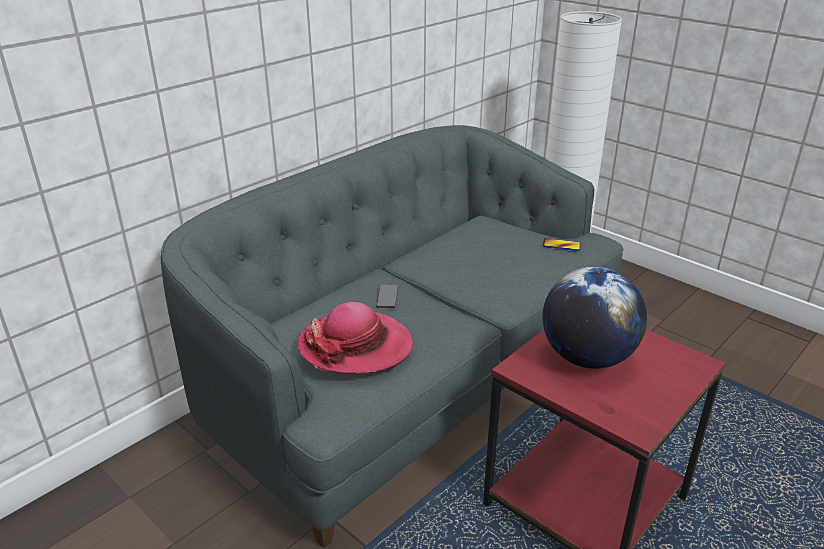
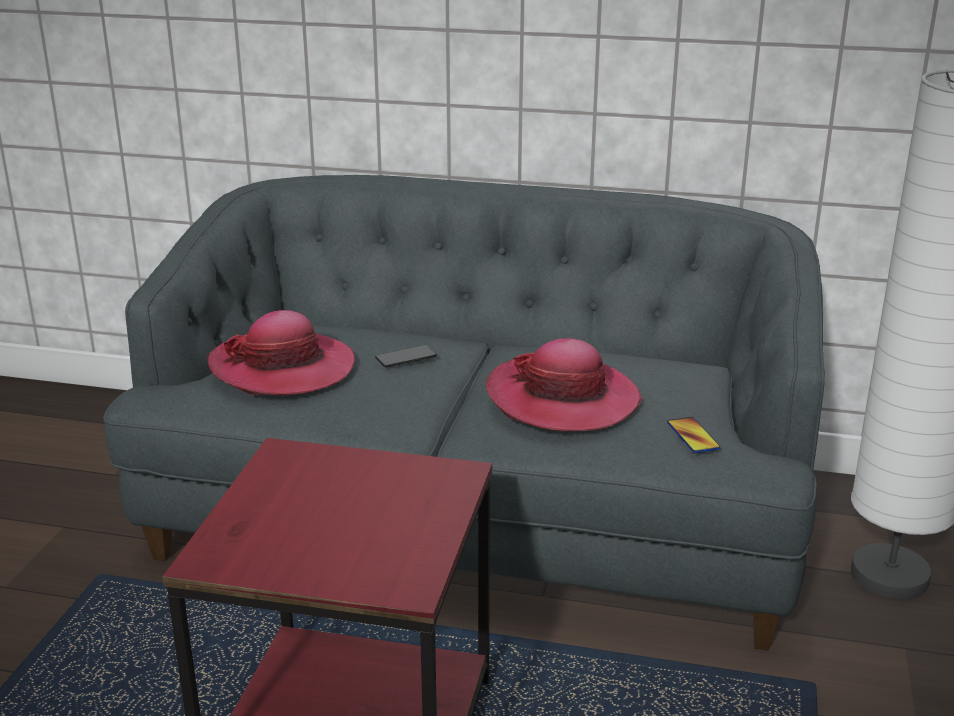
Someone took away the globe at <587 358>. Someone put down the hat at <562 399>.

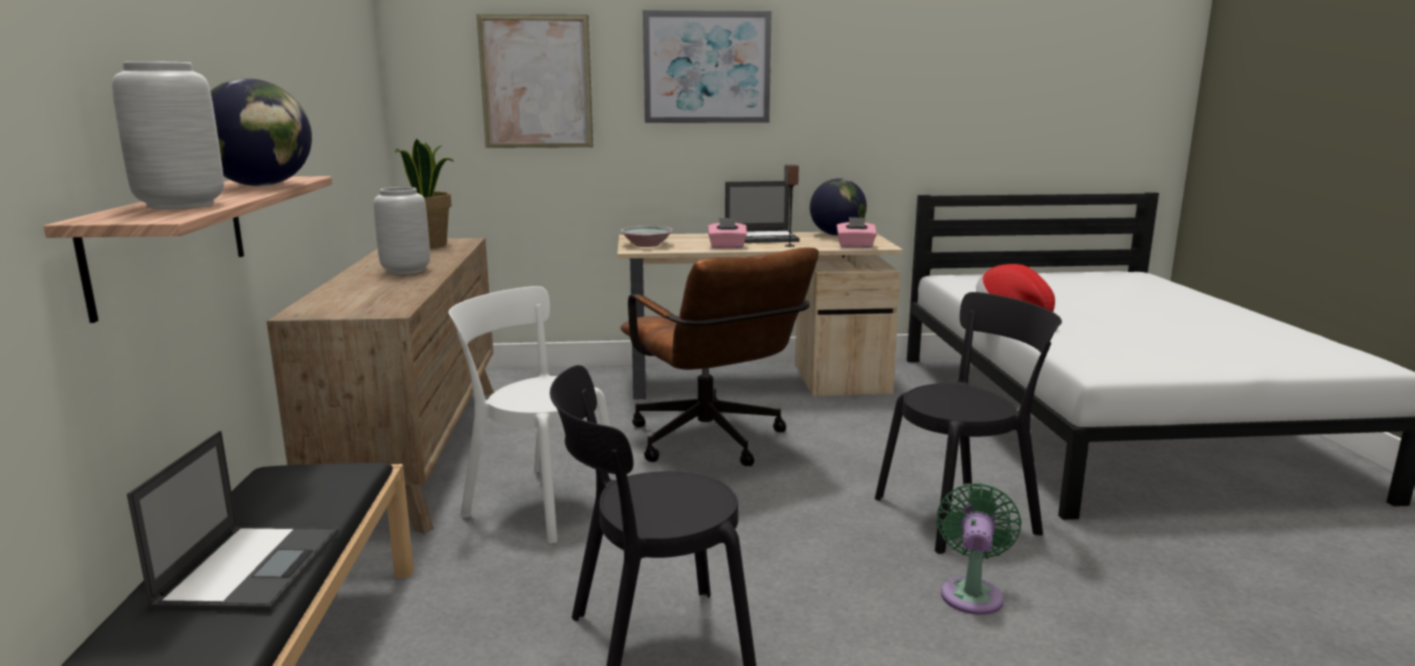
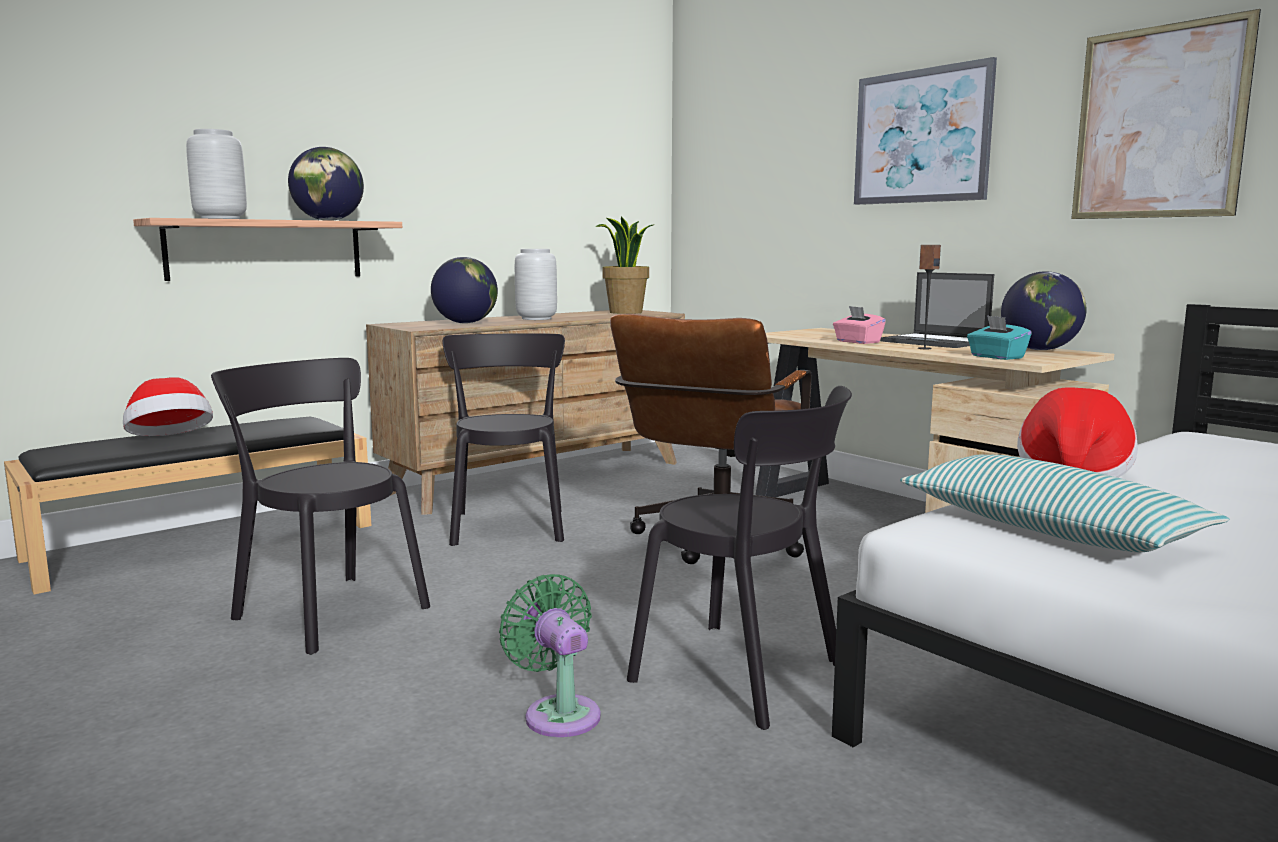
Someone swapped the laptop at <251 567> for the hat at <170 441>. Someone repainted the white chair at <538 502>, which became the black chair at <508 525>. Someone carried the picture from <536 82> to <1158 122>. Someone took away the bowl at <646 245>. Someone repainted the pink tissue box at <855 246>, which became the turquoise tissue box at <996 357>. Someone rotated the green fan at <972 593> by 105 degrees counterclockwise. Someone put down the globe at <465 323>. Someone put down the pillow at <1048 529>.

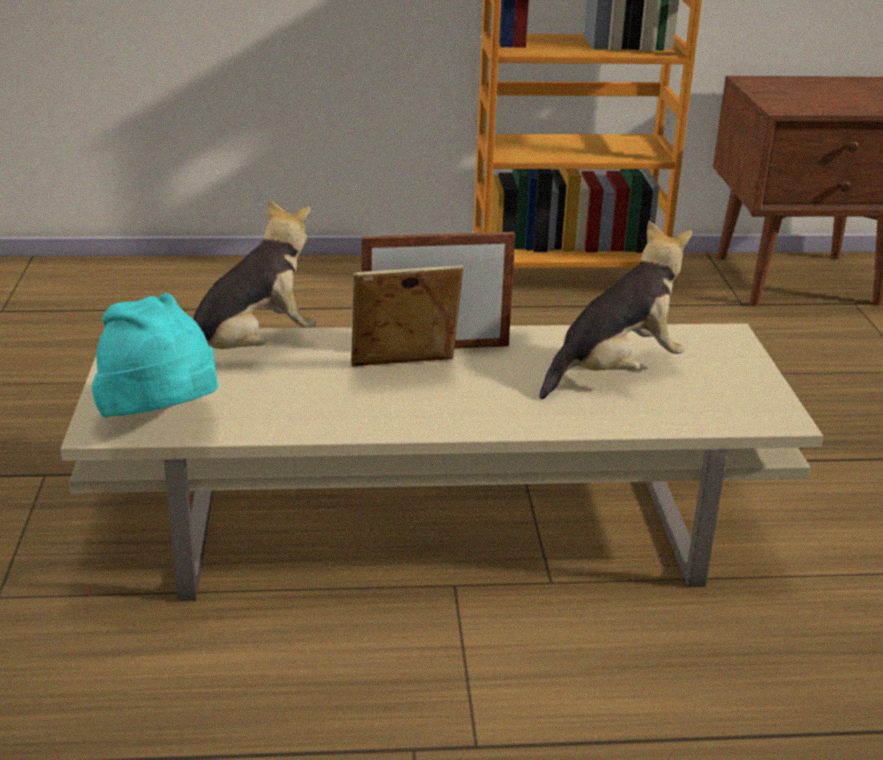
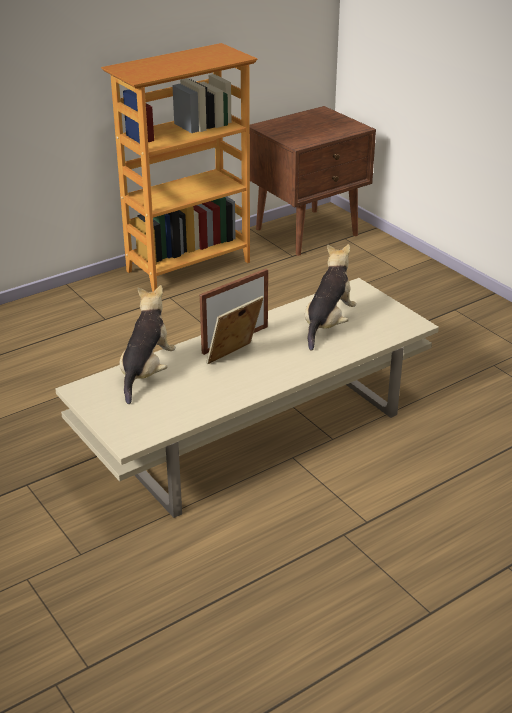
Someone took away the turquoise hat at <163 420>.

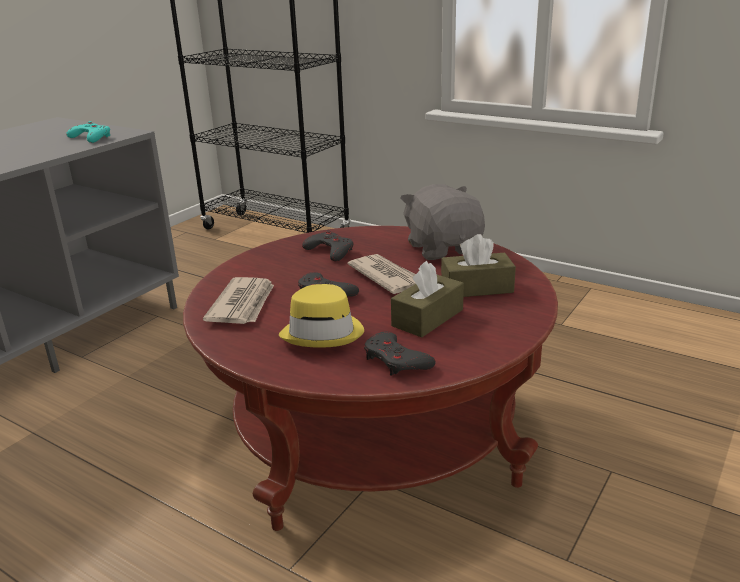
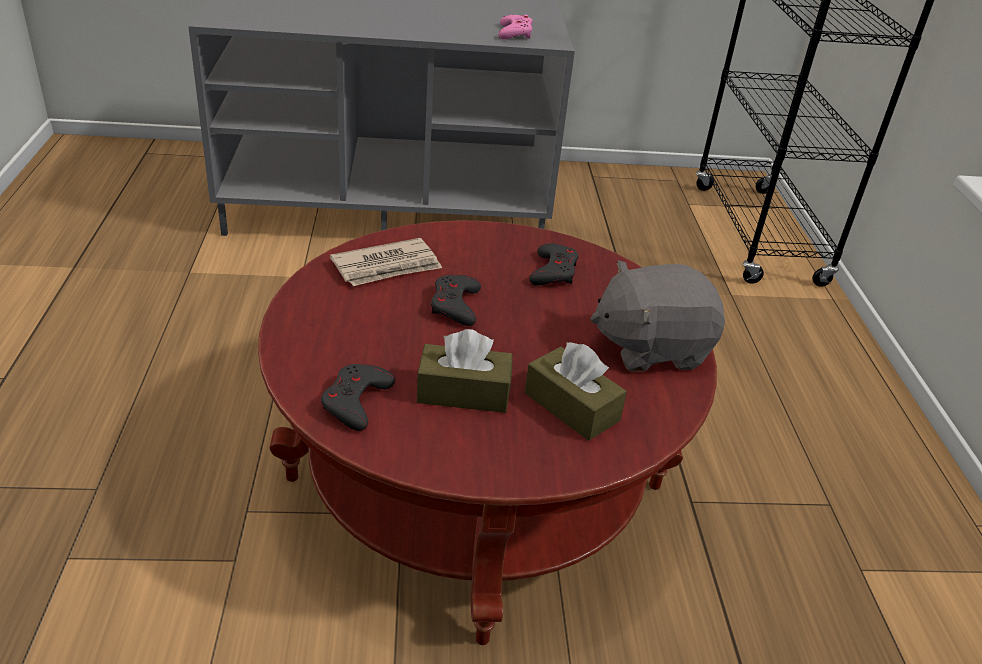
Someone repainted the turquoise game controller at <91 137>, which became the pink game controller at <515 33>. Someone took away the yellow hat at <323 332>. Someone took away the newspaper at <387 277>. Someone rotated the grey plush toy at <443 248> by 135 degrees counterclockwise.

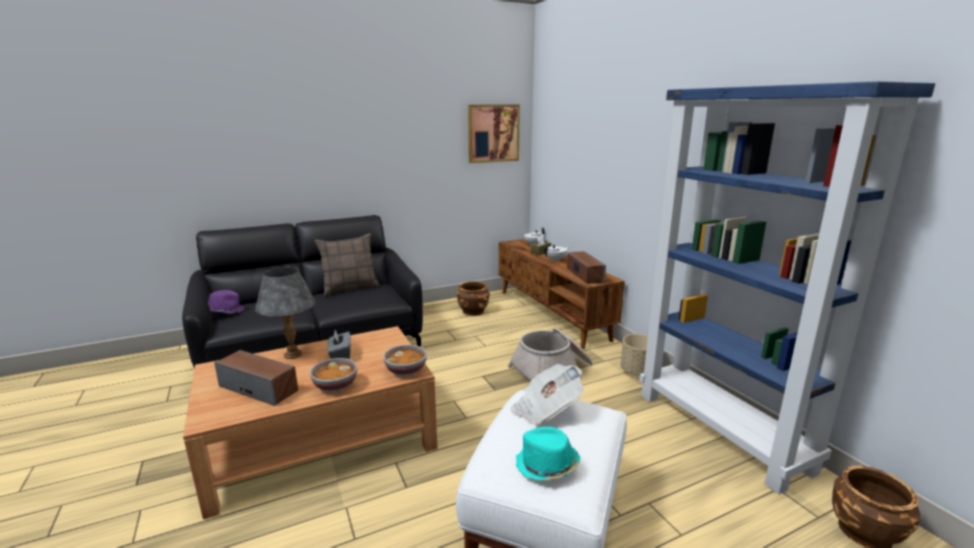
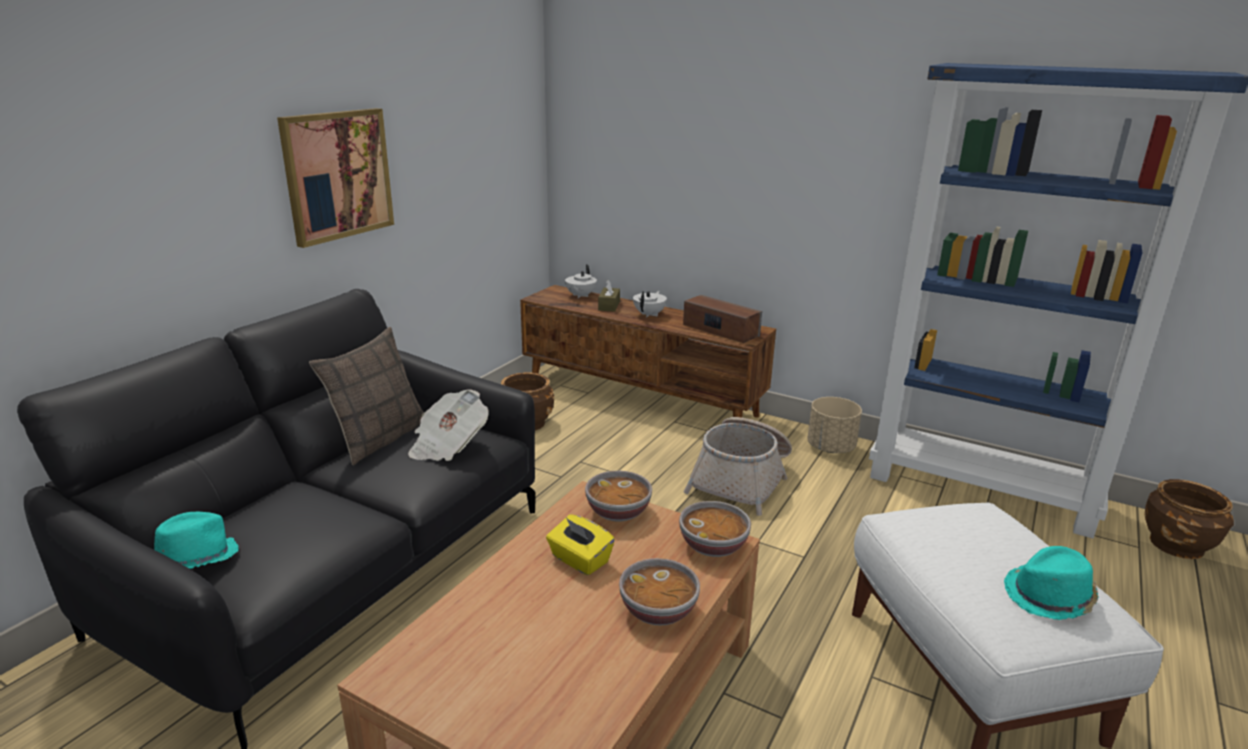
Someone repainted the purple hat at <225 311>, which became the turquoise hat at <194 559>. Someone took away the speaker at <259 388>. Someone took away the grey table lamp at <292 355>. Someone repainted the grey tissue box at <340 355>, which became the yellow tissue box at <579 560>. Someone carried the picture from <493 133> to <337 175>. Someone carried the newspaper from <546 409> to <448 445>. Someone put down the bowl at <618 512>.

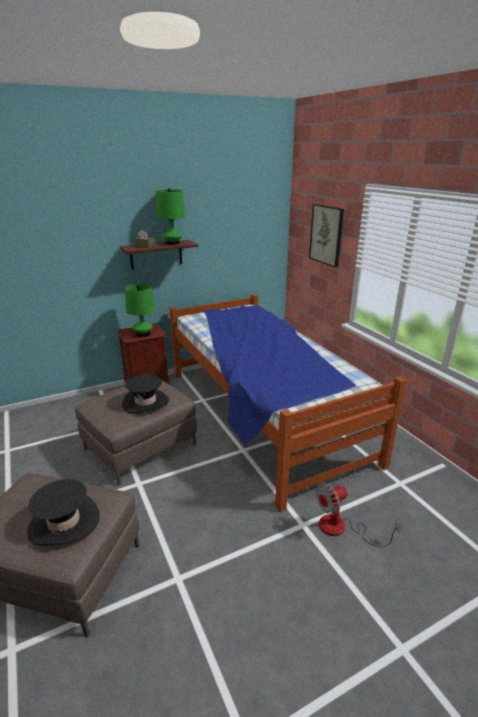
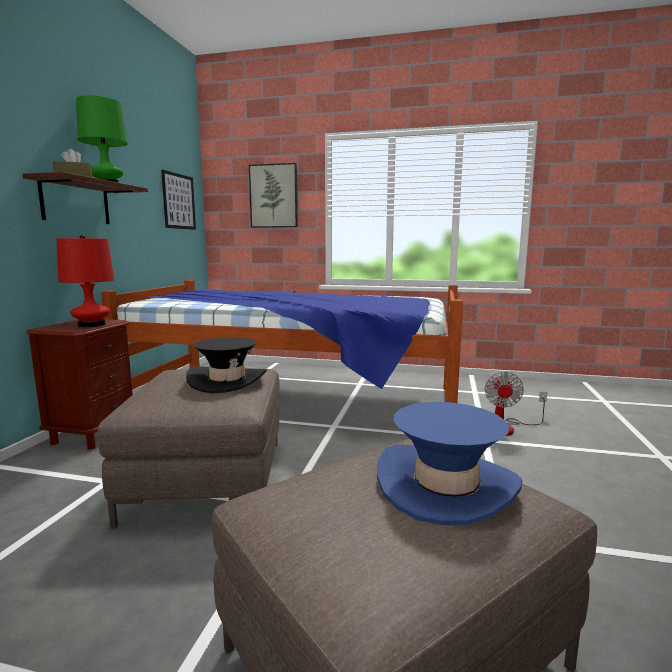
Someone repainted the black hat at <64 523>, which became the blue hat at <446 485>. Someone repainted the green table lamp at <143 334>, which became the red table lamp at <91 325>. Someone put up the picture at <179 201>.

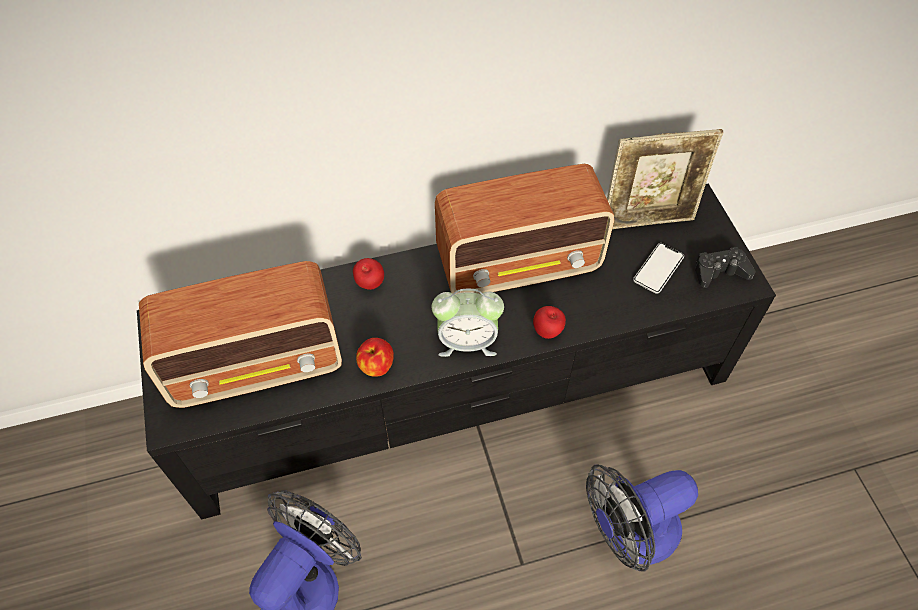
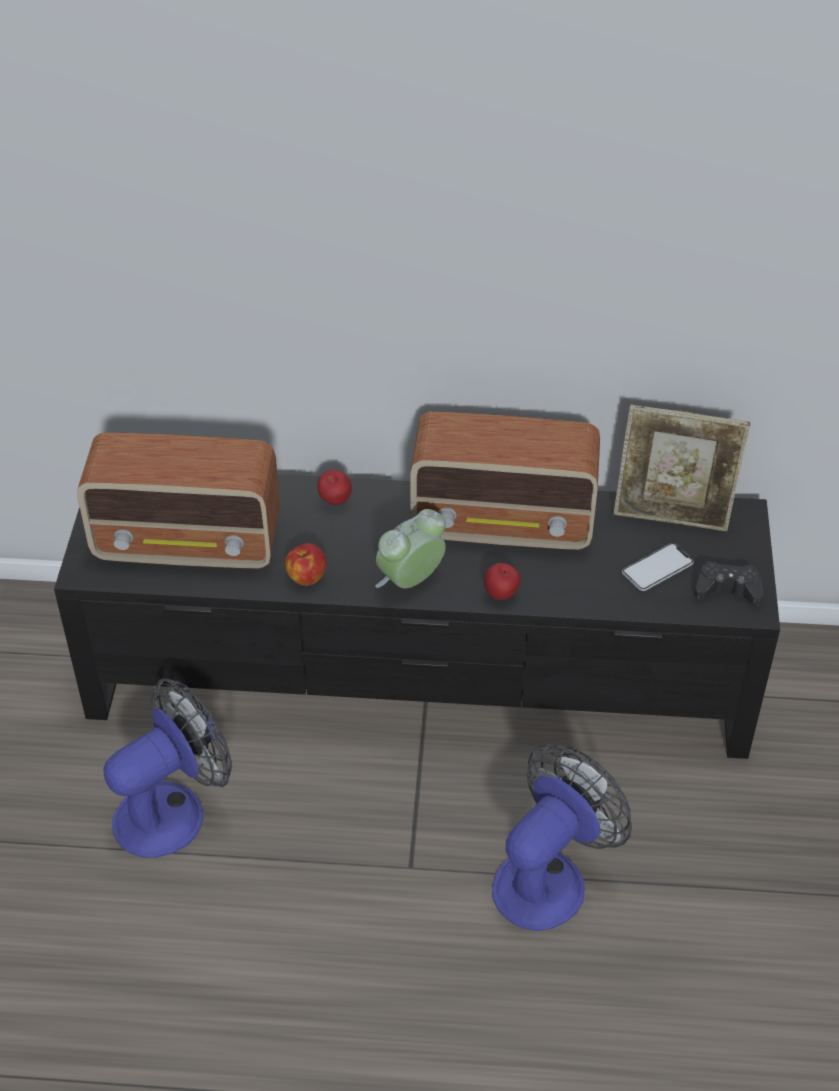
Someone rotated the alarm clock at <467 341> by 120 degrees clockwise. Someone rotated the fan at <630 533> by 135 degrees clockwise.

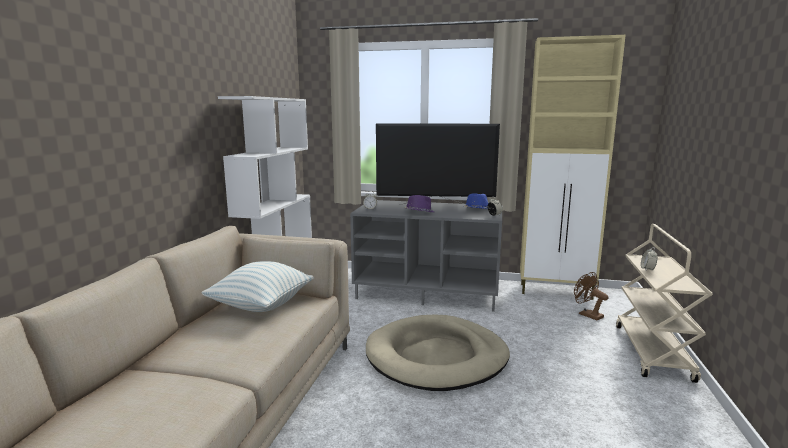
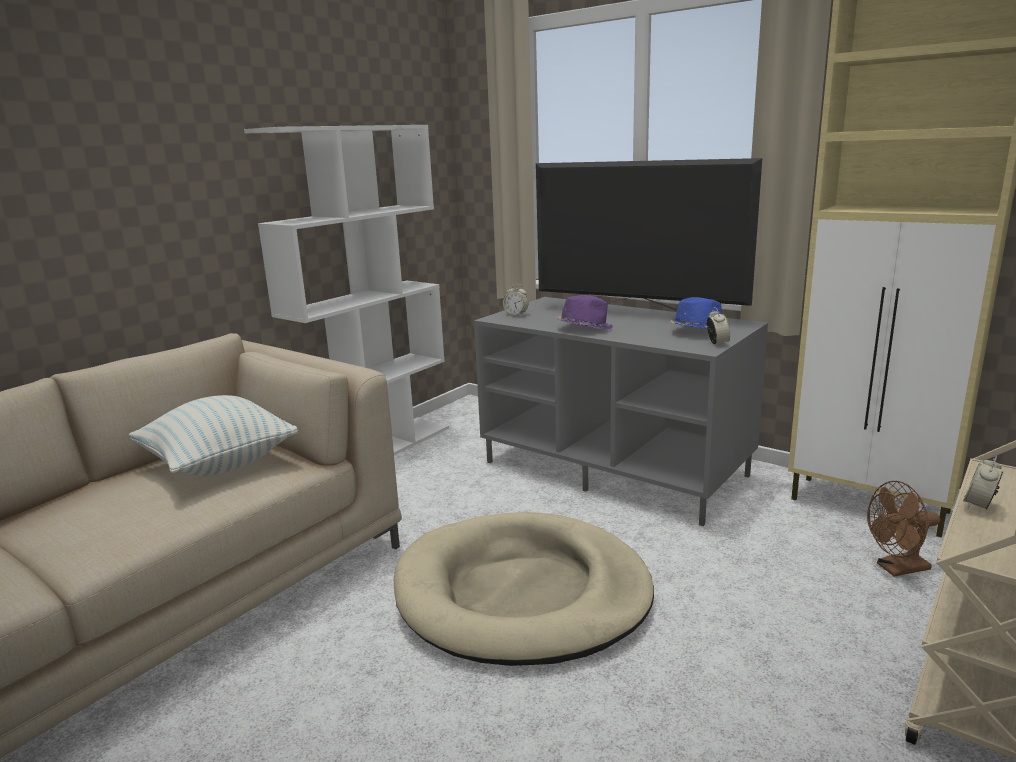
Someone rotated the brown fan at <587 314> by 90 degrees counterclockwise.

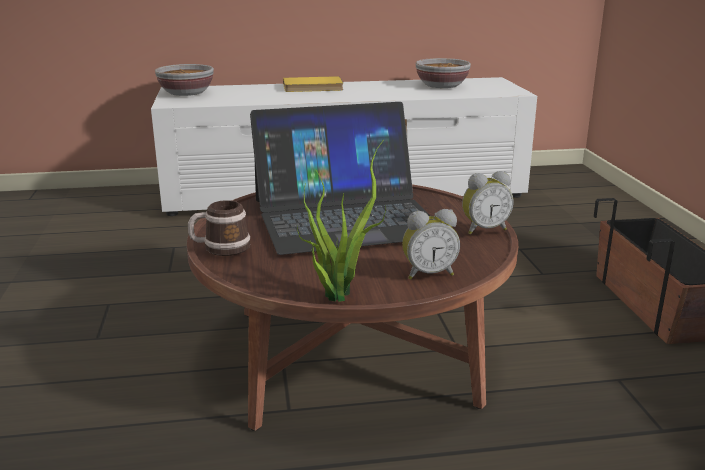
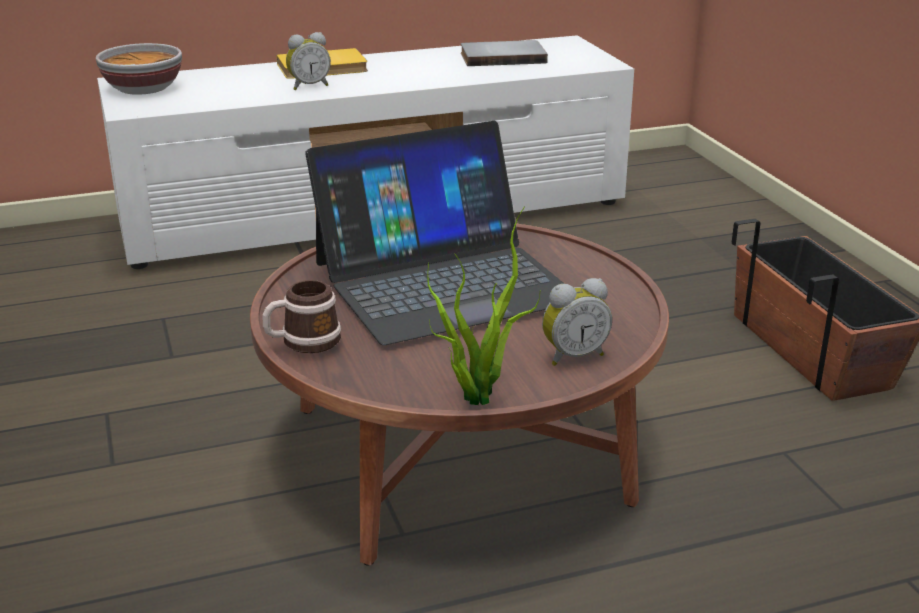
Someone swapped the bowl at <442 86> for the grey book at <502 57>. Someone carried the alarm clock from <484 229> to <309 86>.

